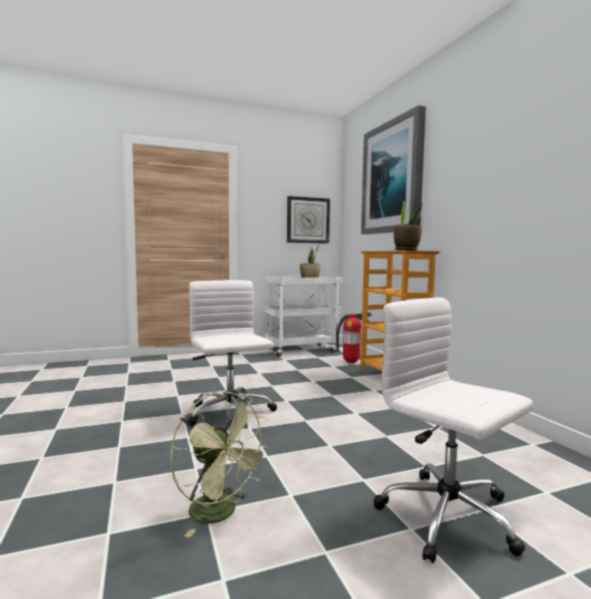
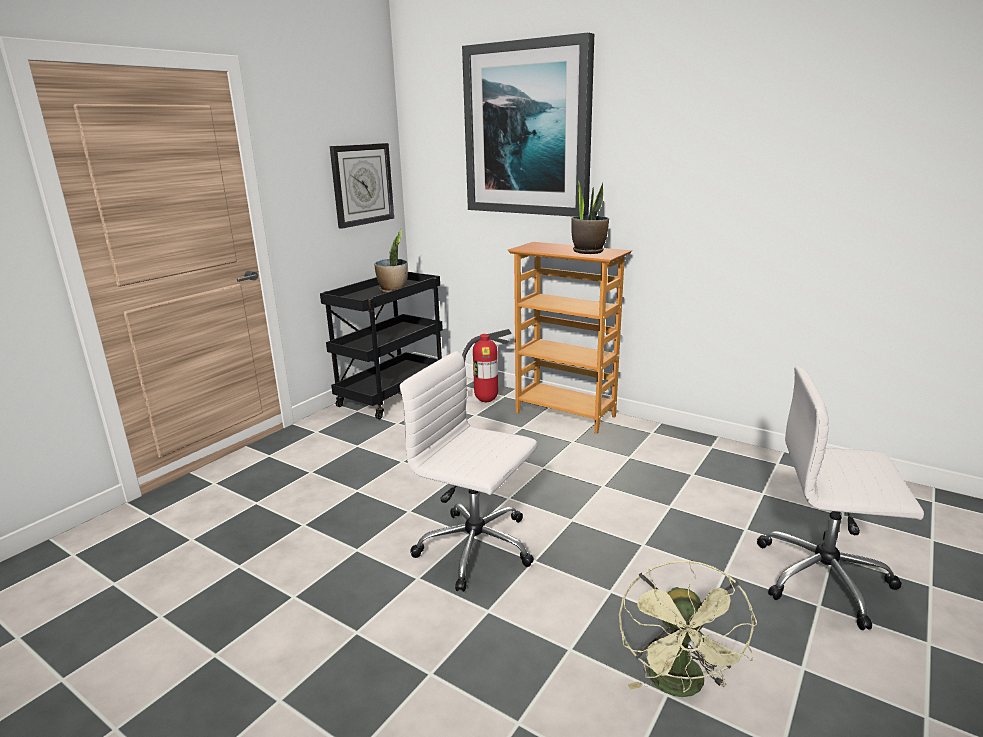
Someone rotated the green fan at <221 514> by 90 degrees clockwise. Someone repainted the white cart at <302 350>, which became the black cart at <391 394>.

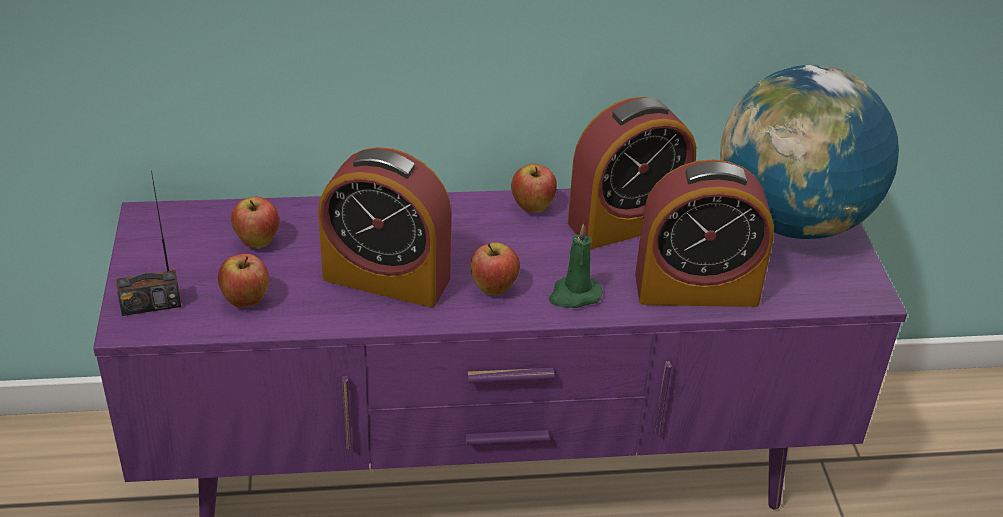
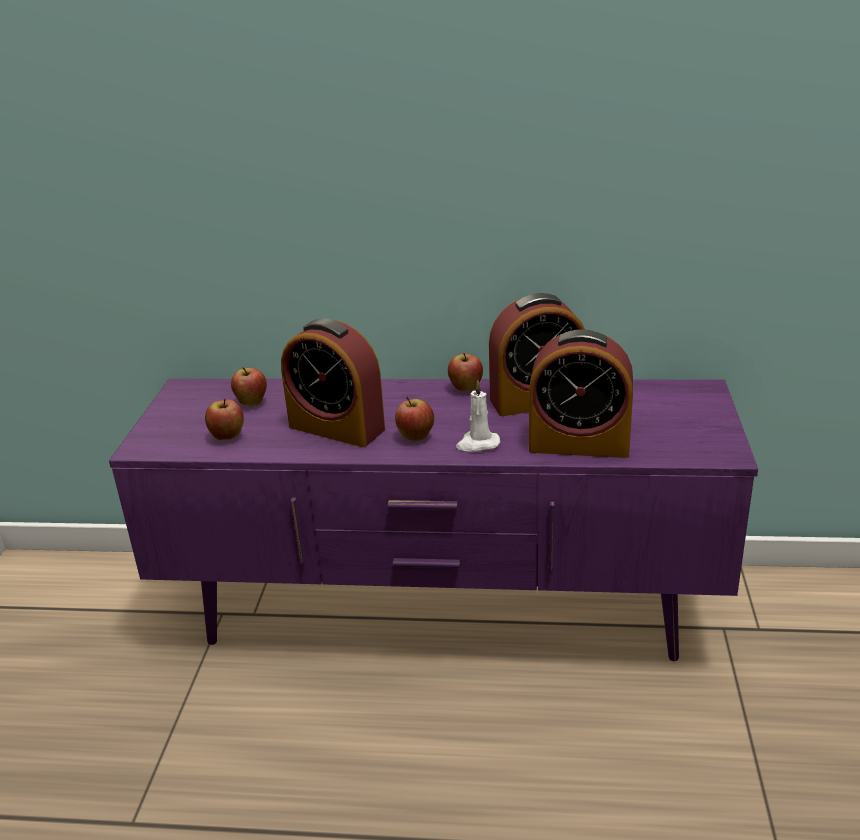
Someone took away the radio at <151 304>. Someone repainted the green candle at <574 295>, which became the white candle at <477 444>. Someone took away the globe at <792 222>.

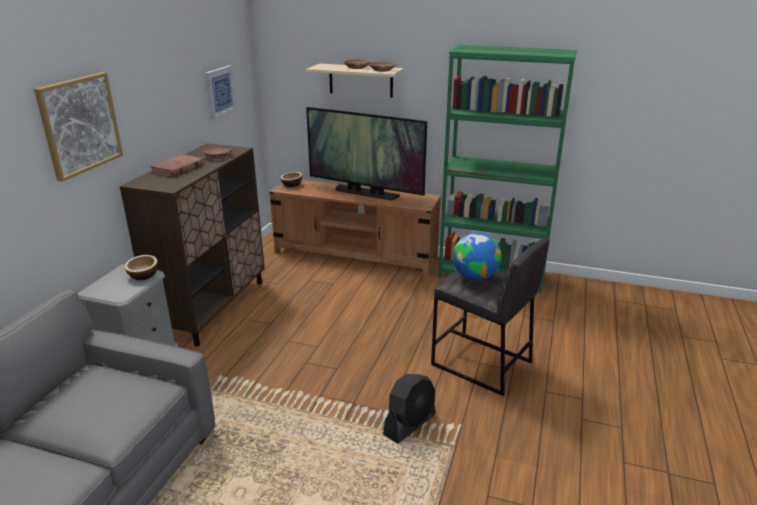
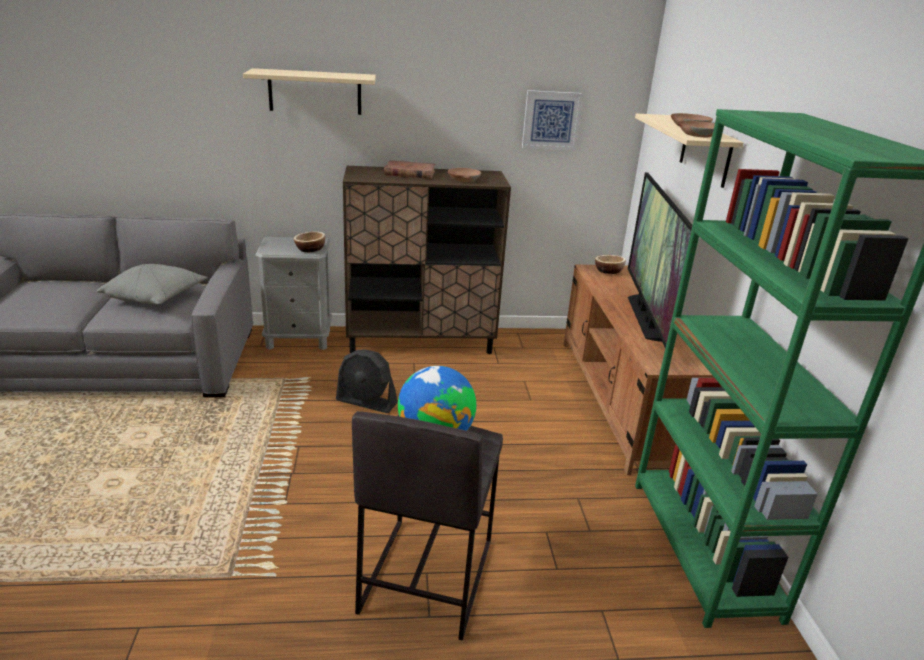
Someone swapped the picture at <80 125> for the beige shelf at <315 92>. Someone carried the black fan from <410 424> to <366 402>. Someone put down the grey pillow at <156 297>.

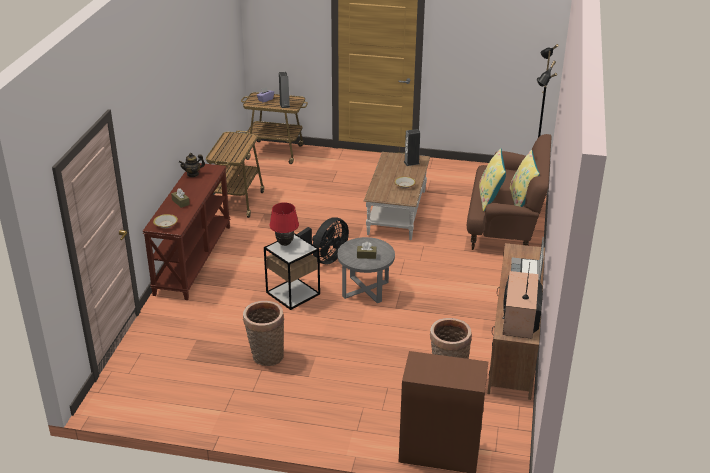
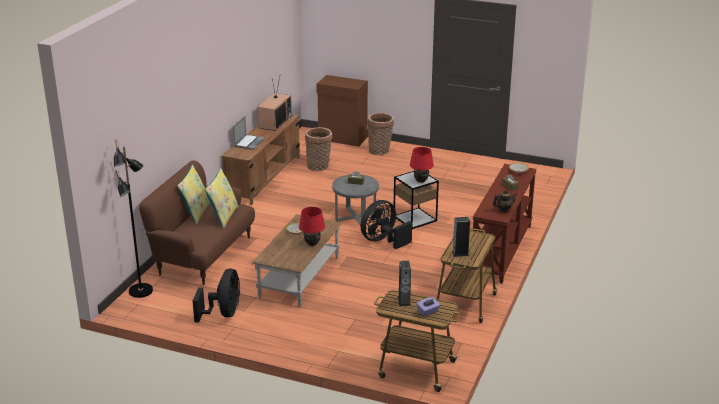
Someone carried the basket from <265 356> to <380 151>. Someone carried the speaker from <411 163> to <460 253>. Someone put down the black fan at <223 313>. Someone put down the red table lamp at <312 244>.

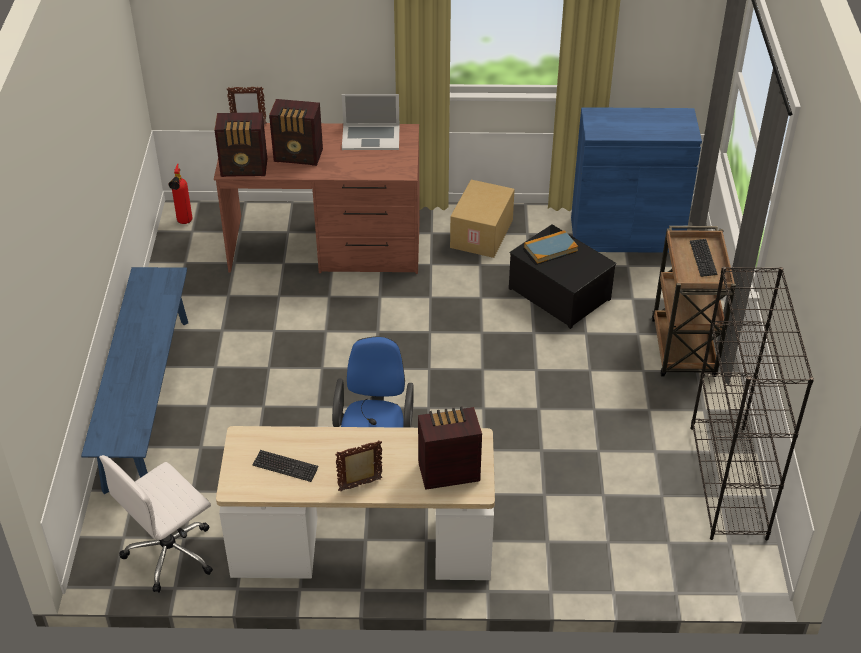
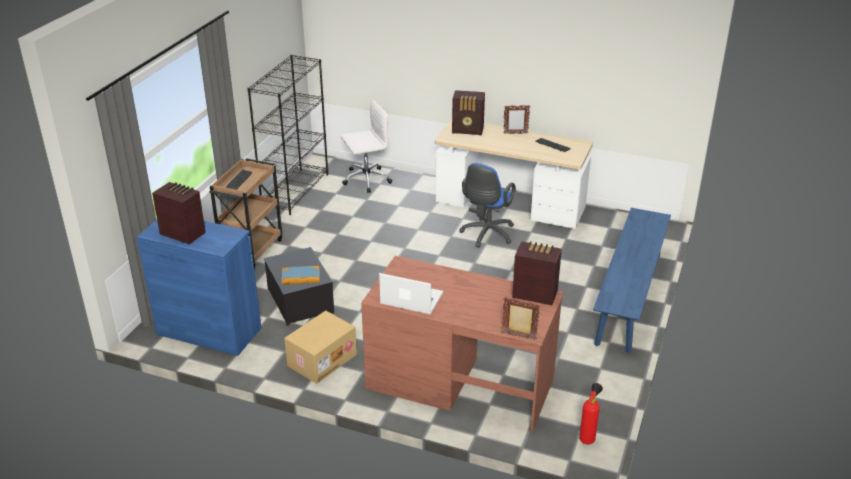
Someone carried the white office chair from <171 552> to <365 180>. Someone carried the radio from <299 156> to <182 233>.

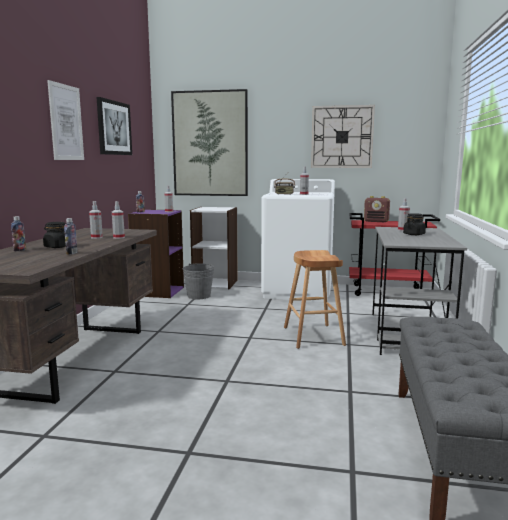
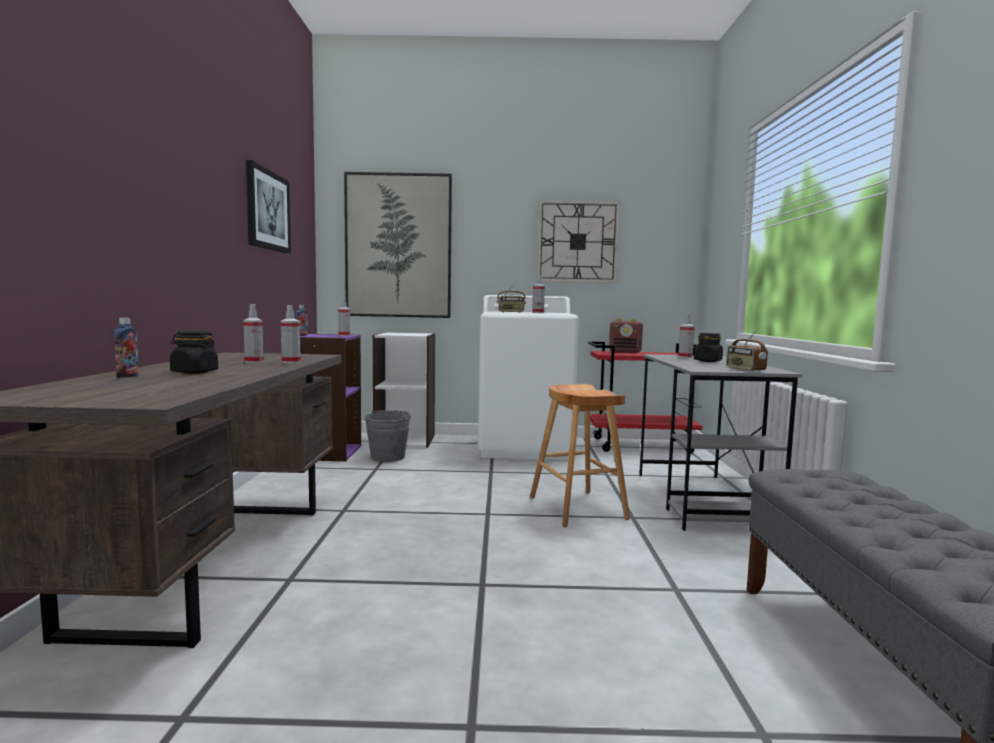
Someone took away the picture at <66 122>. Someone took away the bottle at <71 253>. Someone put down the radio at <745 370>.

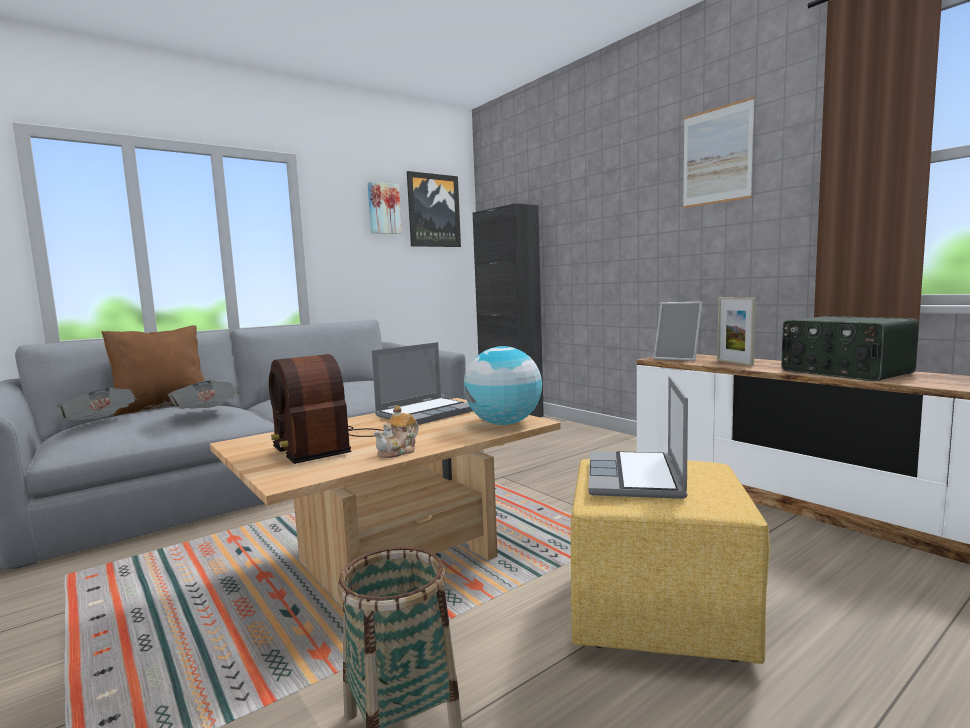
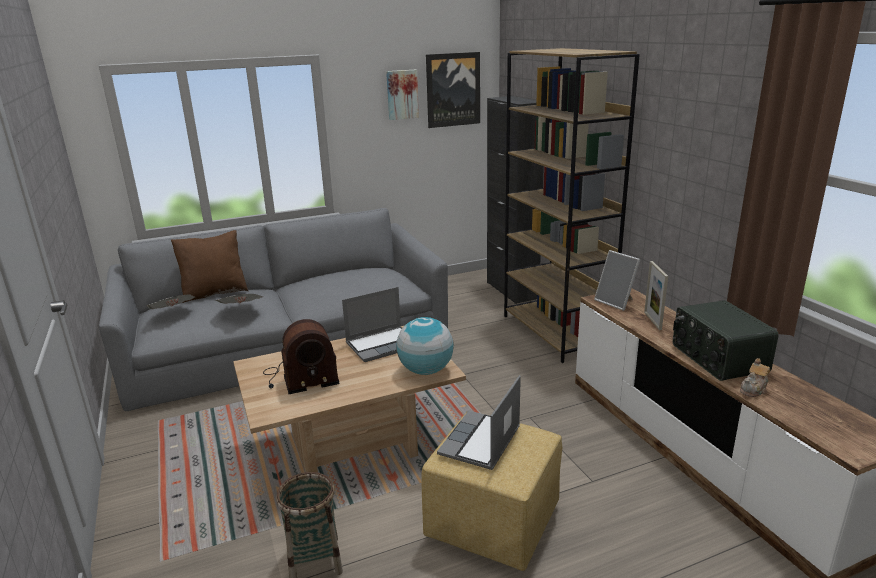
Someone rotated the radio at <326 445> by 90 degrees counterclockwise. Someone carried the teapot from <398 451> to <754 390>. Someone took away the picture at <716 156>. Someone put down the brown bookcase at <556 332>.

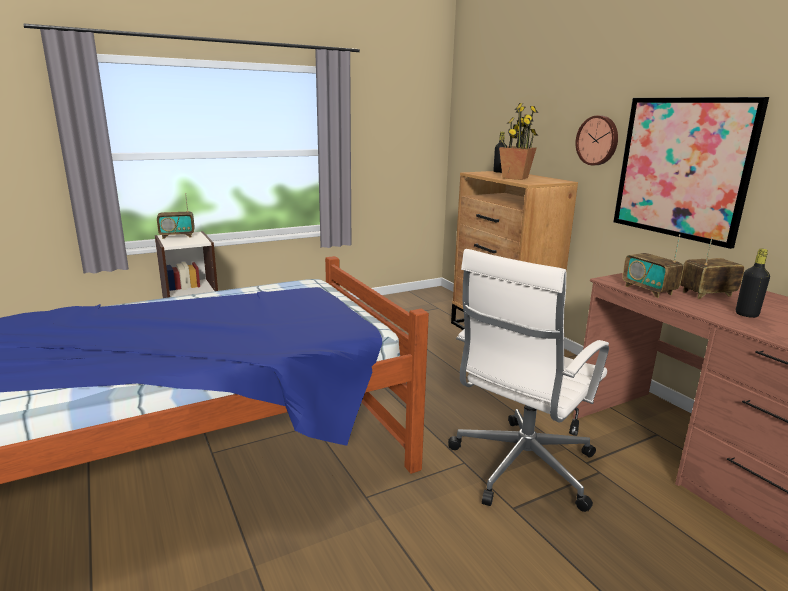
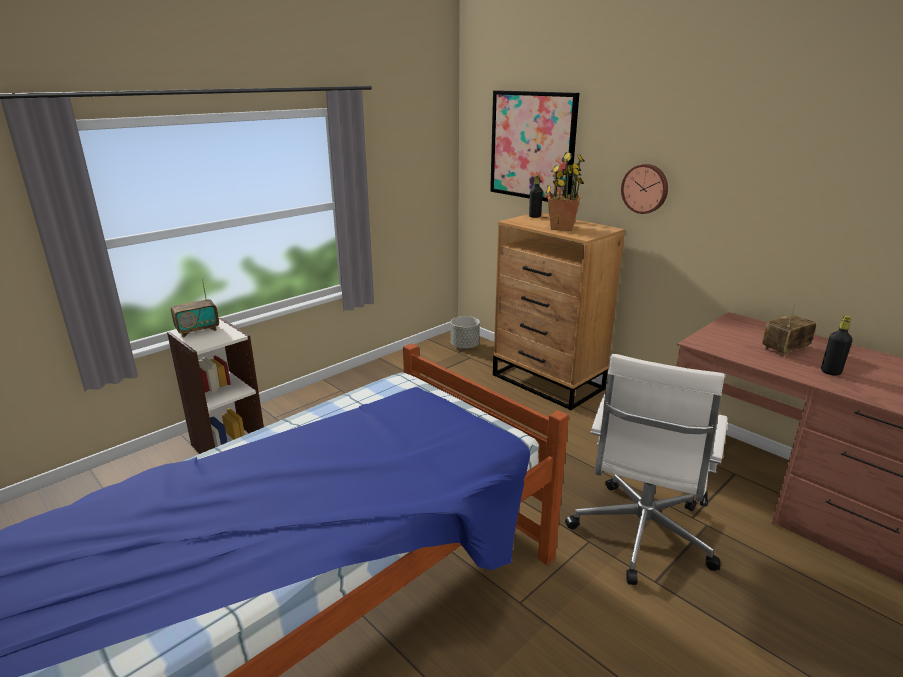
Someone carried the picture from <682 168> to <532 146>. Someone took away the radio at <648 290>. Someone put down the grey planter at <465 346>.

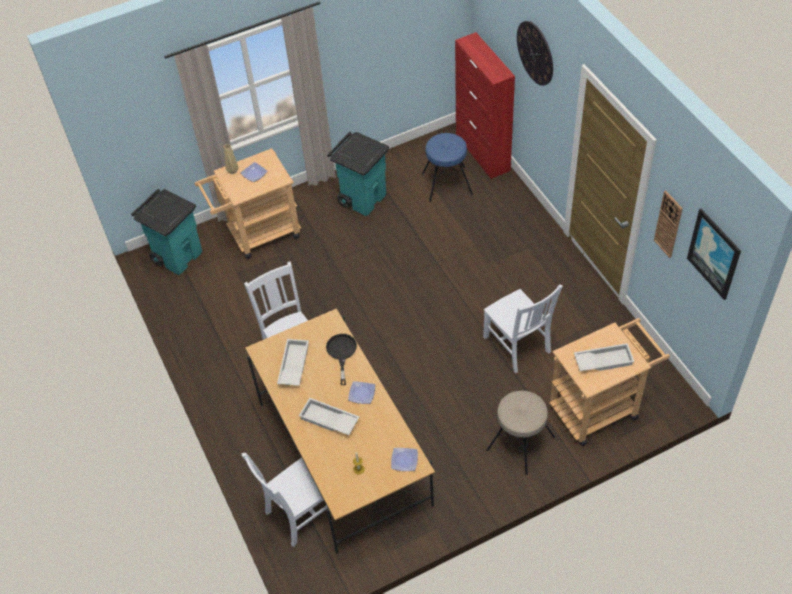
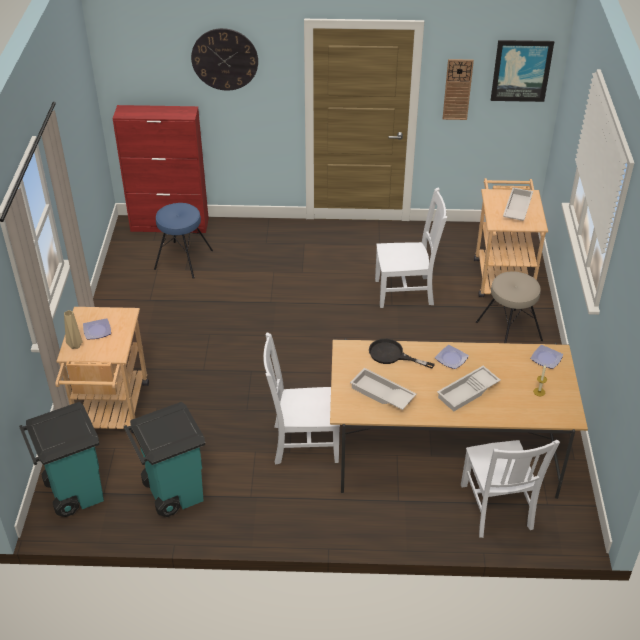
Someone carried the turquoise trash can from <363 198> to <173 492>.

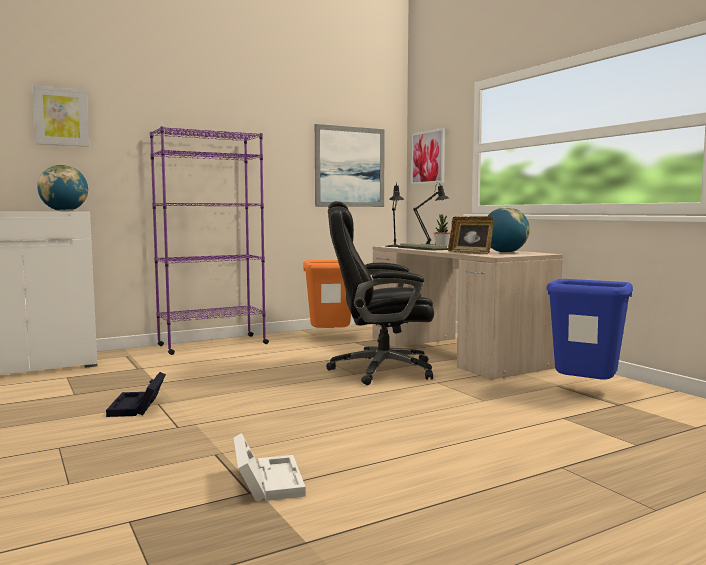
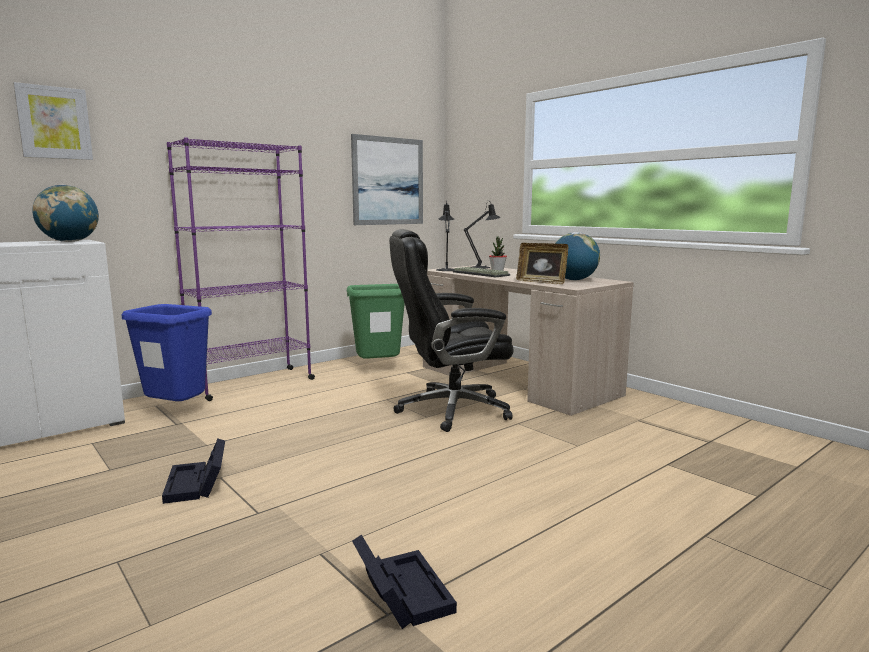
Someone repainted the white storage box at <267 481>, which became the black storage box at <400 592>. Someone repainted the orange trash can at <330 338>, which became the green trash can at <378 368>. Someone took away the picture at <428 157>. Someone carried the blue trash can from <585 392> to <177 412>.

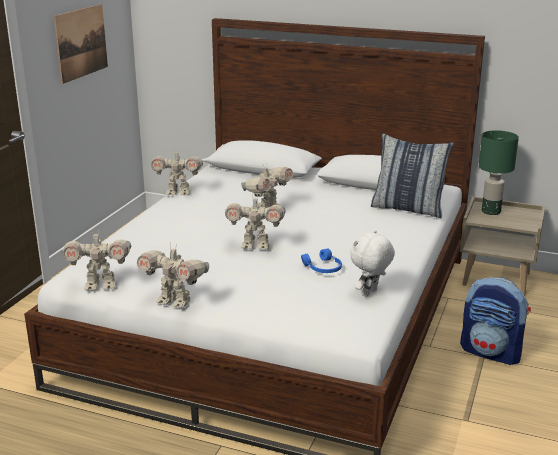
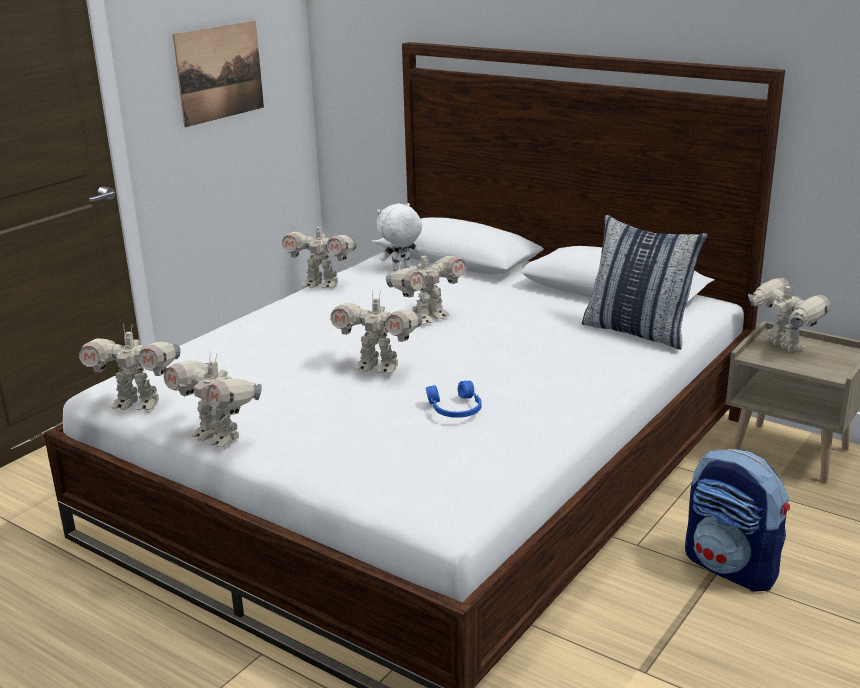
Someone carried the white plush toy from <370 293> to <400 269>. Someone swapped the green table lamp at <490 211> for the toy robot at <782 346>.

